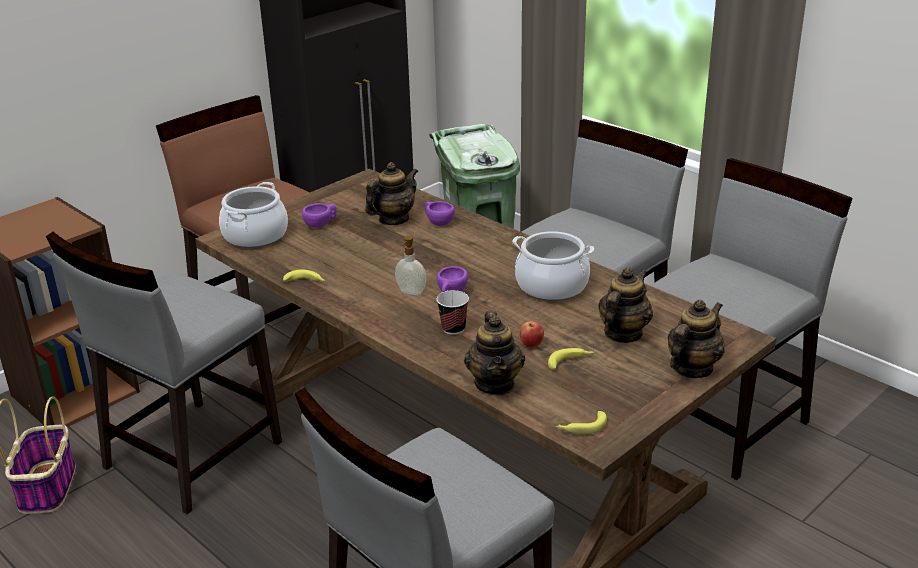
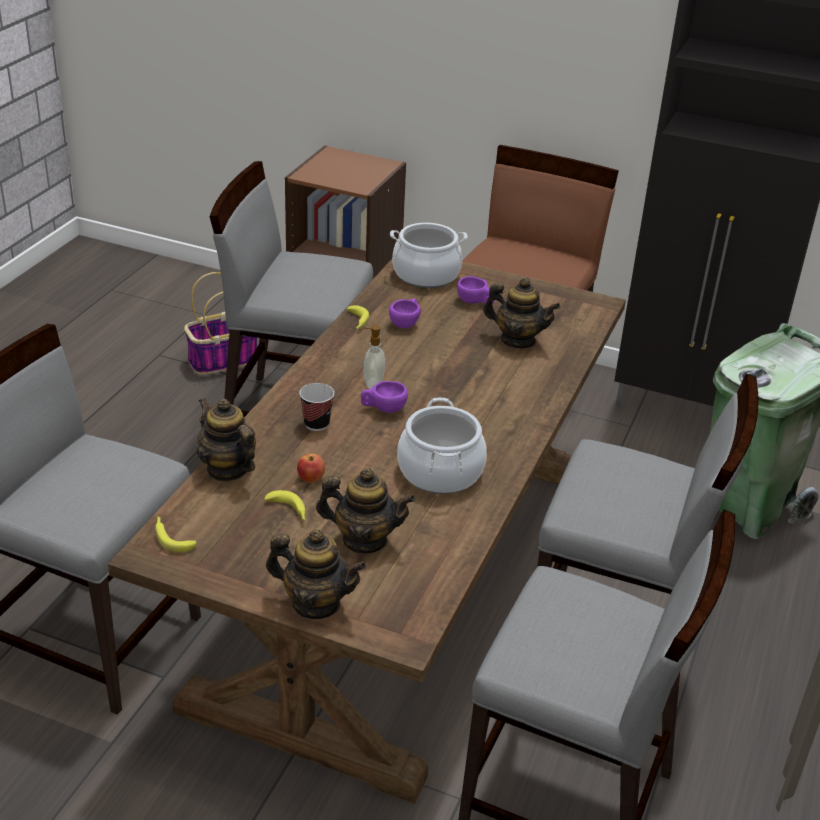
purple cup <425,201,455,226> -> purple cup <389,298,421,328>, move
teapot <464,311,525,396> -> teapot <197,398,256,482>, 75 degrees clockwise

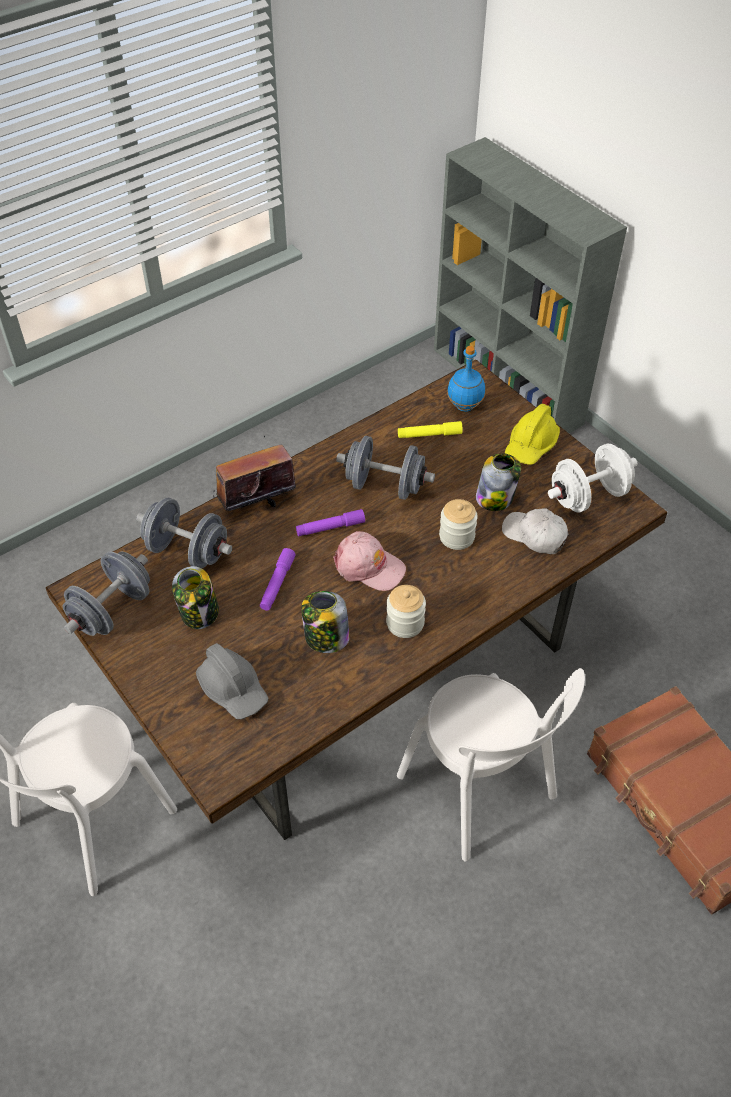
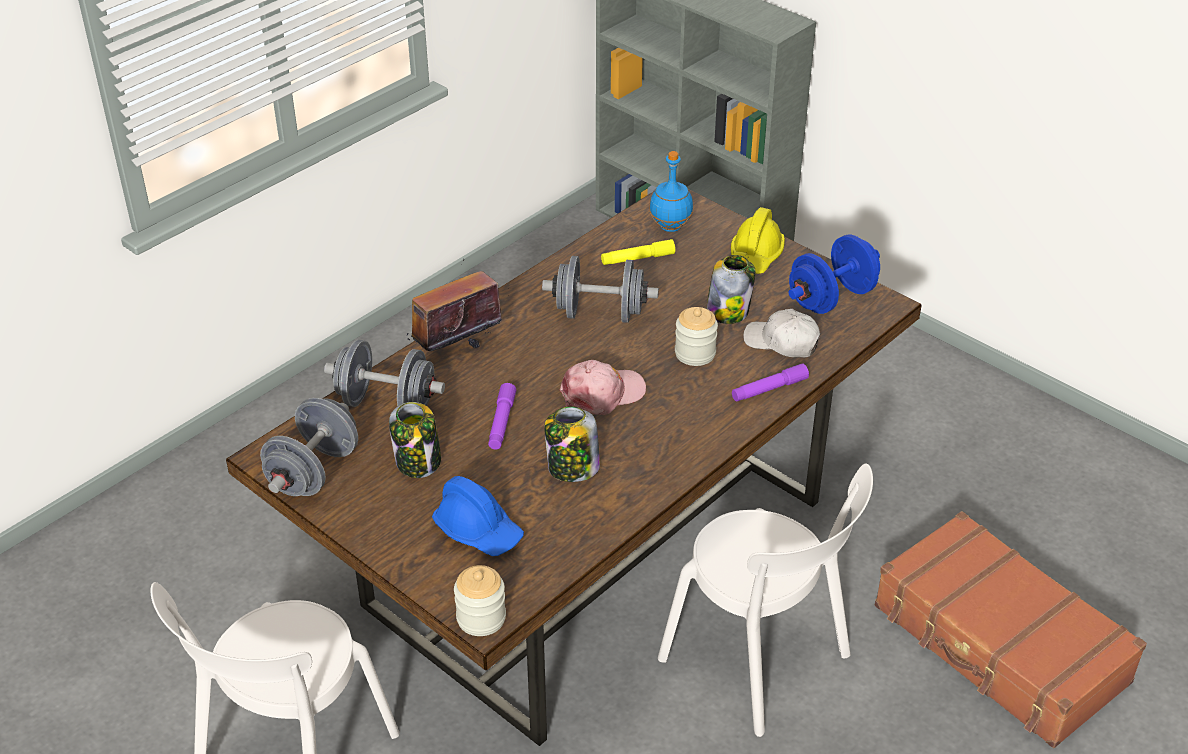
grey hard hat <196,643,269,719> -> blue hard hat <432,476,524,556>
purple flashlight <296,509,365,536> -> purple flashlight <732,363,809,402>, move
pink cap <333,531,406,591> -> pink cap <560,360,646,415>, 45 degrees counterclockwise
jar <386,585,426,638> -> jar <454,565,506,636>, move
white dumbbell <548,444,637,513> -> blue dumbbell <789,235,880,314>

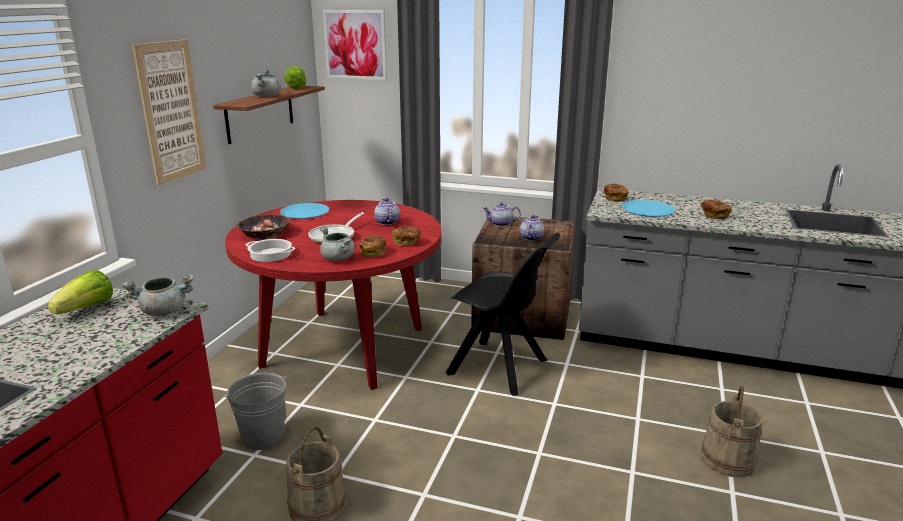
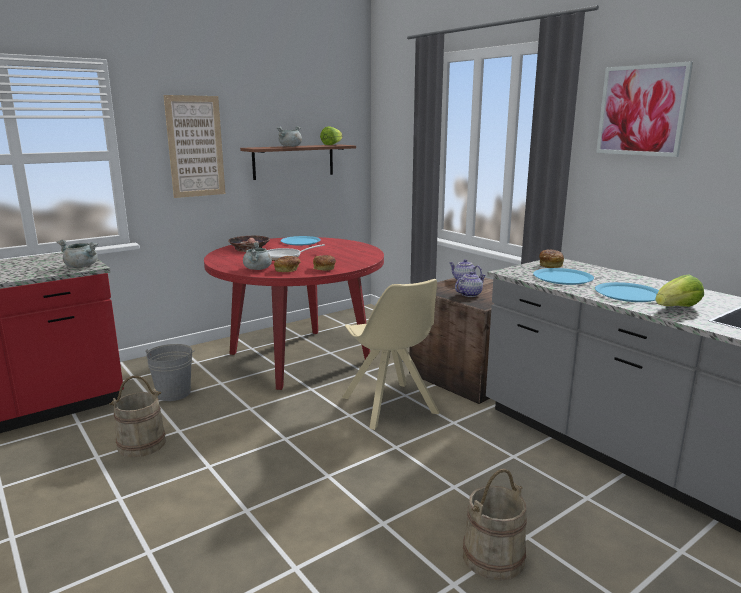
lettuce <48,270,113,314> -> lettuce <655,274,704,307>, move
cooking pot <246,239,295,262> -> none
picture <323,10,387,80> -> picture <596,62,693,157>, move
teapot <374,198,400,225> -> none
black chair <446,233,560,396> -> beige chair <342,279,439,430>
bread <701,200,732,219> -> blue plate <595,282,659,302>

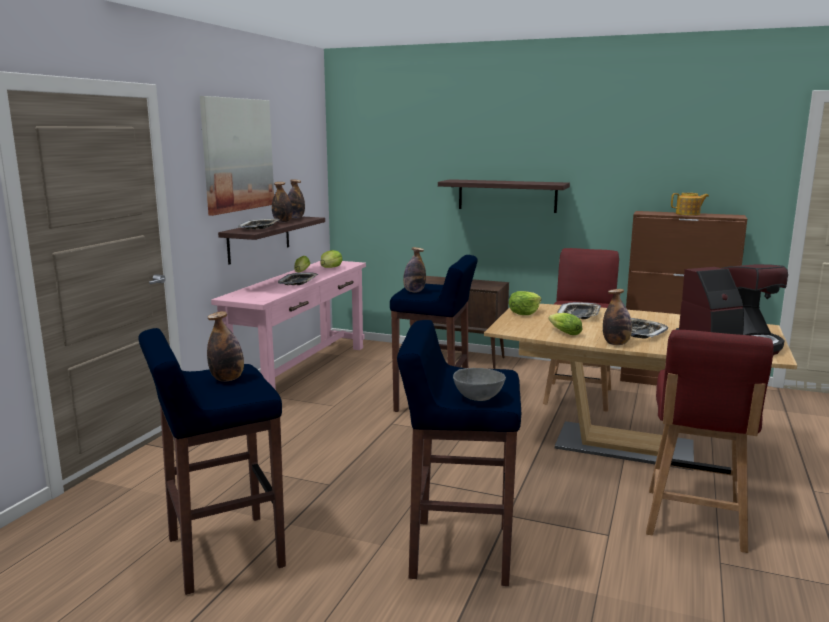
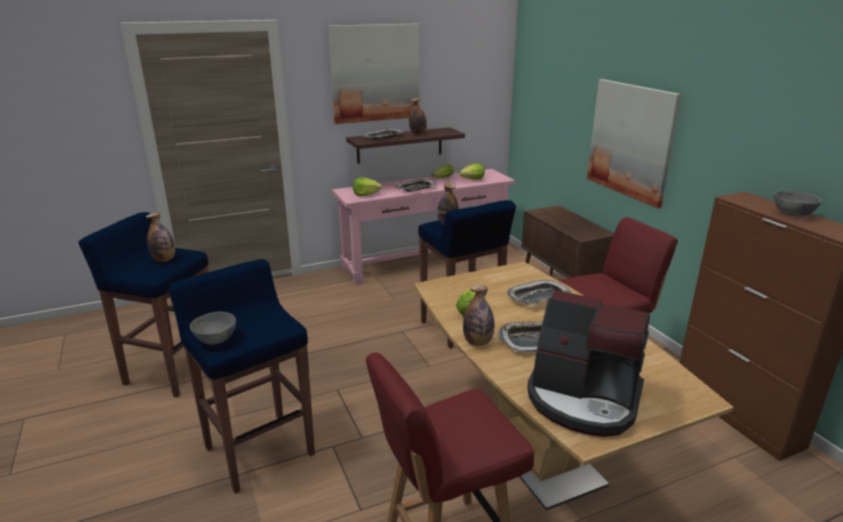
bottle <288,180,305,218> -> none
shelf <438,179,570,213> -> picture <587,79,682,208>
lettuce <509,291,542,315> -> lettuce <353,177,382,196>, move
teapot <671,193,709,216> -> grey bowl <774,191,822,217>

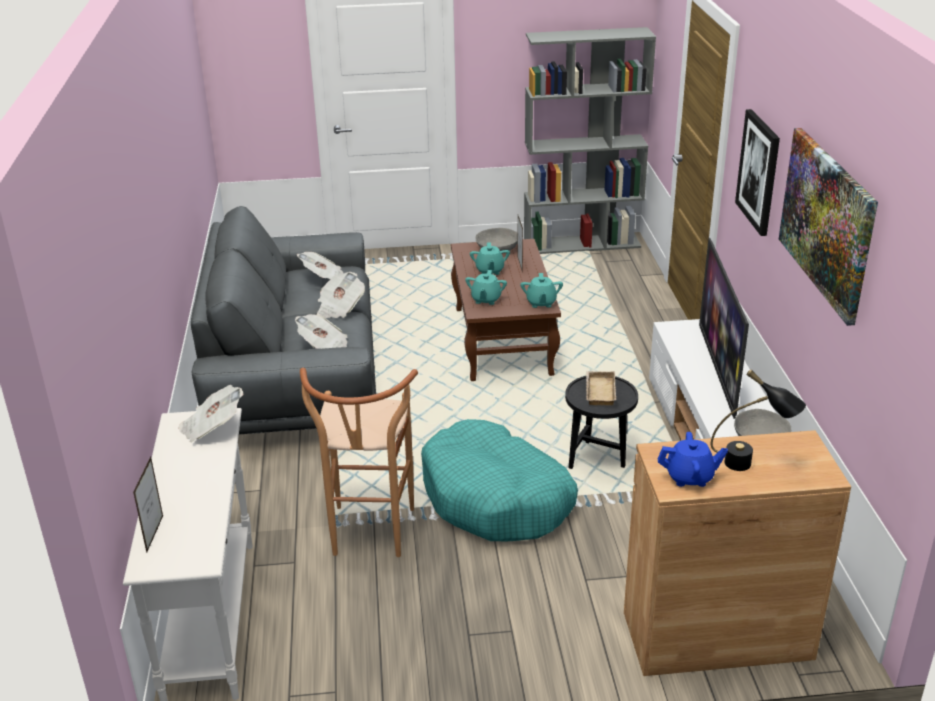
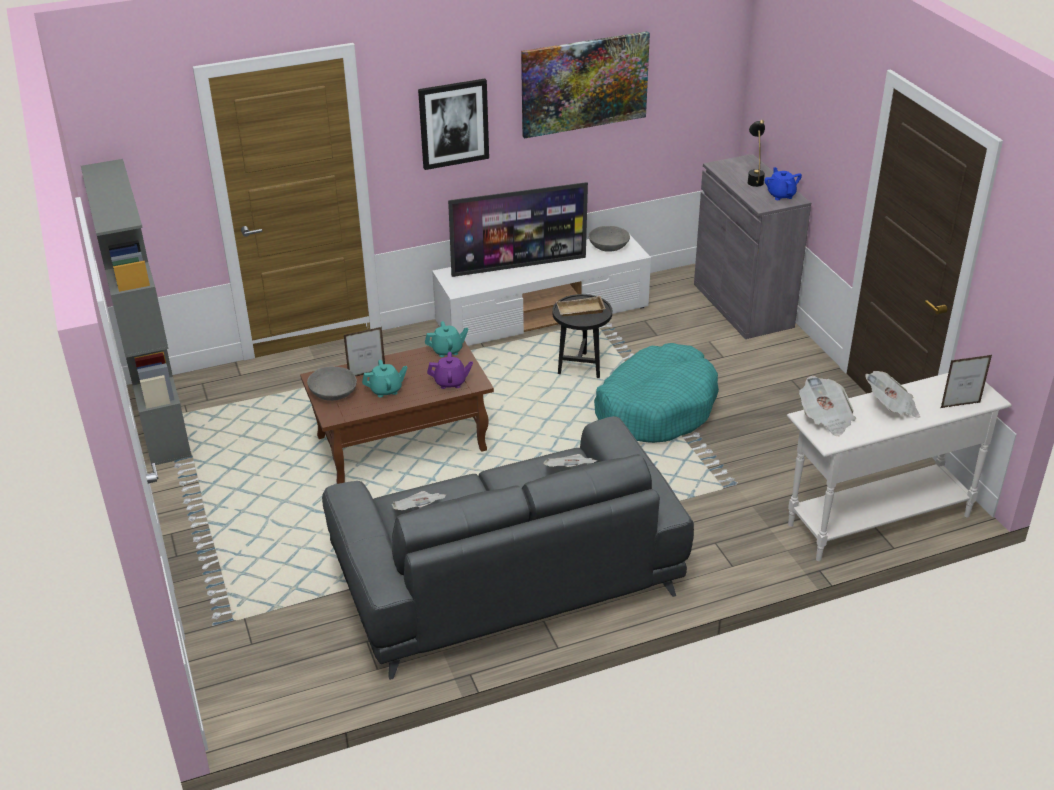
brown stool <300,368,418,557> -> none
newspaper <317,272,365,318> -> newspaper <865,371,920,418>, move
turquoise teapot <465,270,507,305> -> purple teapot <427,352,473,389>
brown cabinet <624,430,851,676> -> grey cabinet <694,154,811,339>

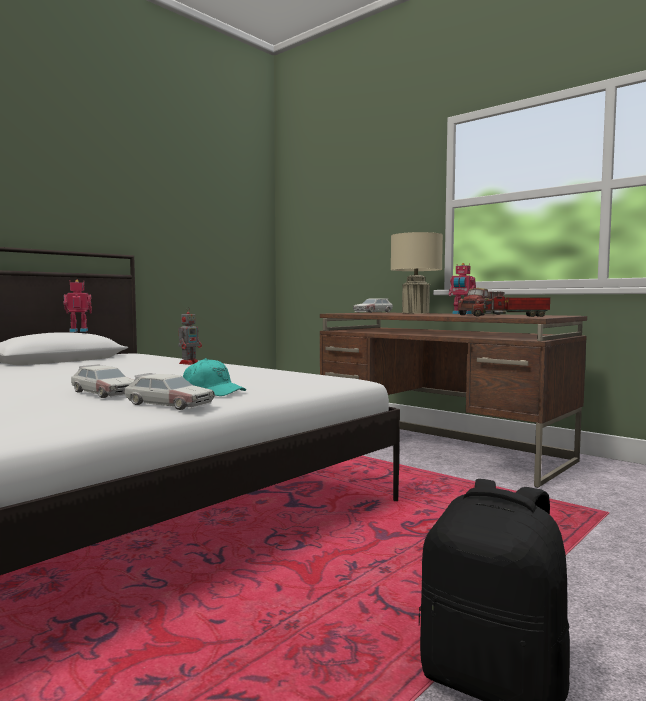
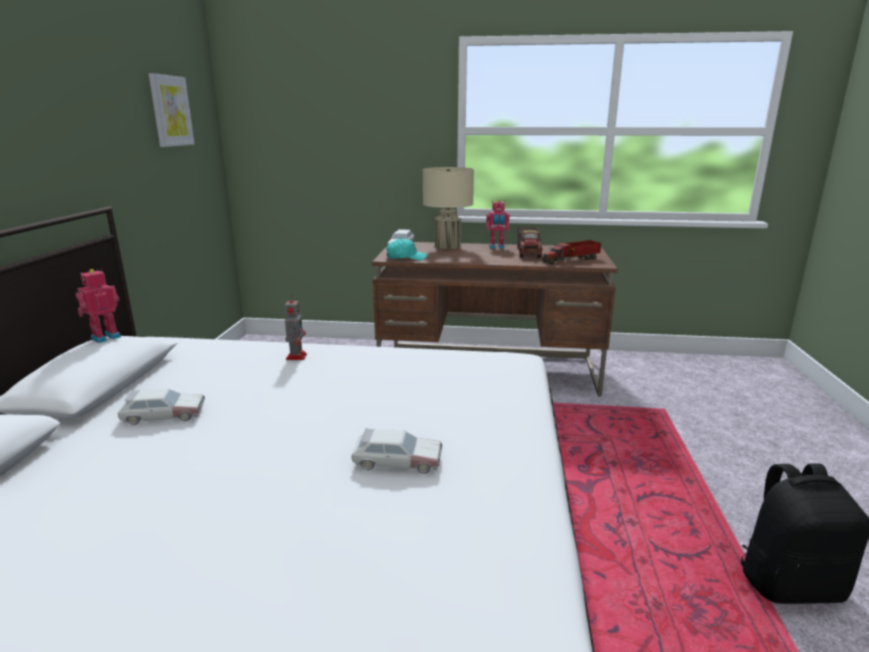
toy car <125,373,215,410> -> toy car <118,388,205,425>, move
turquoise cap <183,358,246,396> -> turquoise cap <386,238,427,260>, move
none -> picture <148,73,194,147>

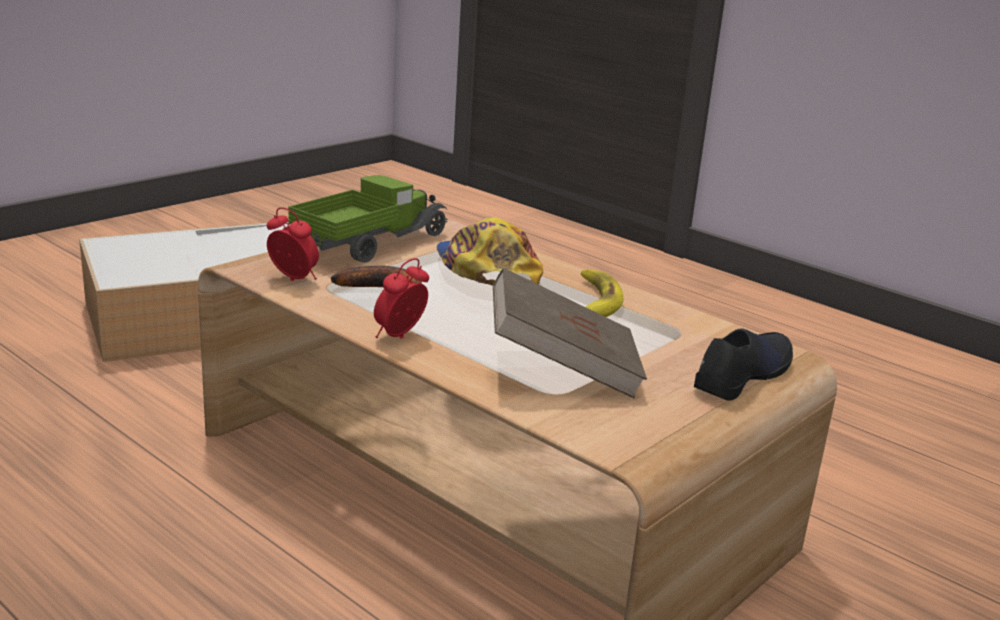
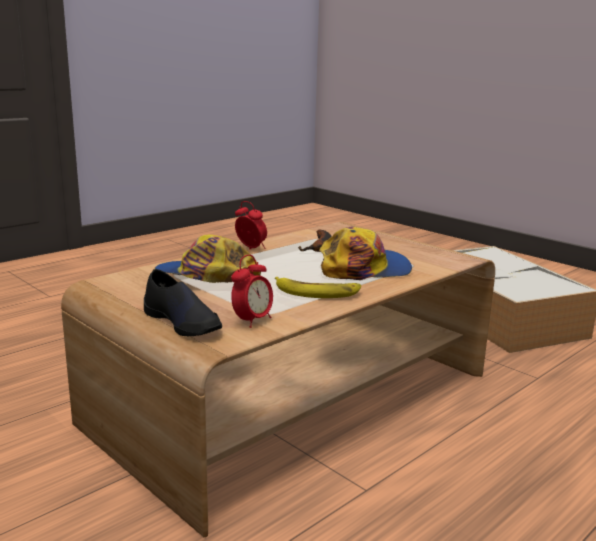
alarm clock <267,207,319,281> -> alarm clock <231,255,273,328>, move
toy truck <288,175,447,263> -> none
brown book <493,268,647,398> -> cap <154,235,261,283>

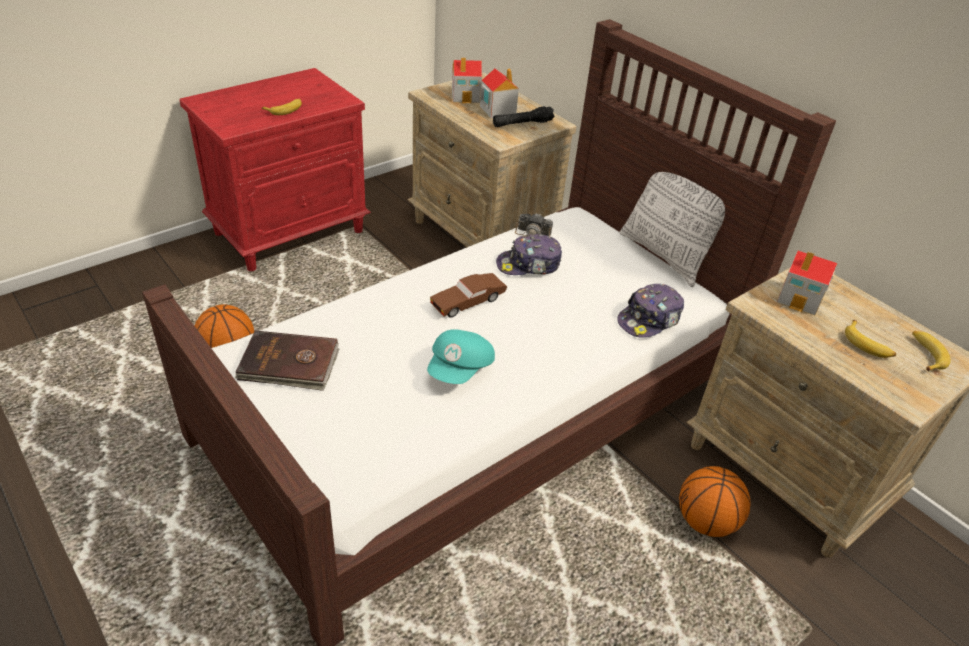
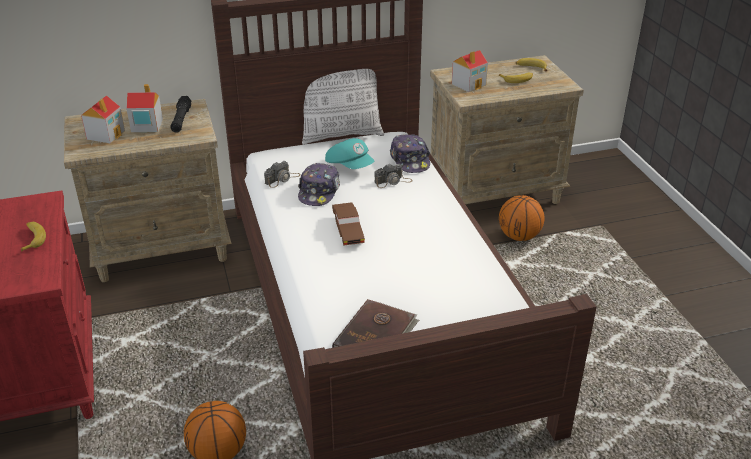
turquoise cap <427,329,495,384> -> turquoise cap <325,138,374,169>, move
none -> photo camera <374,163,413,188>

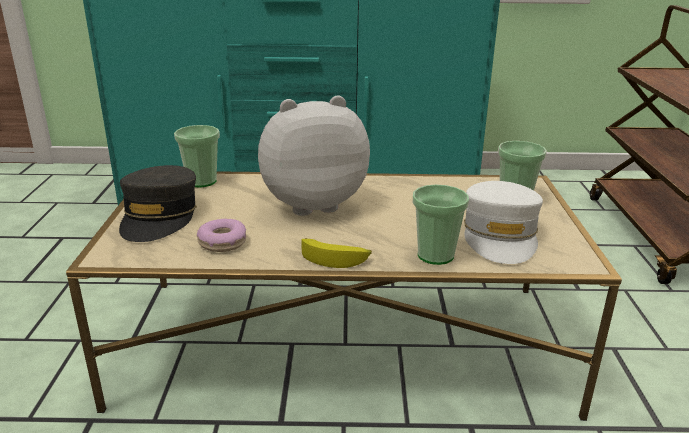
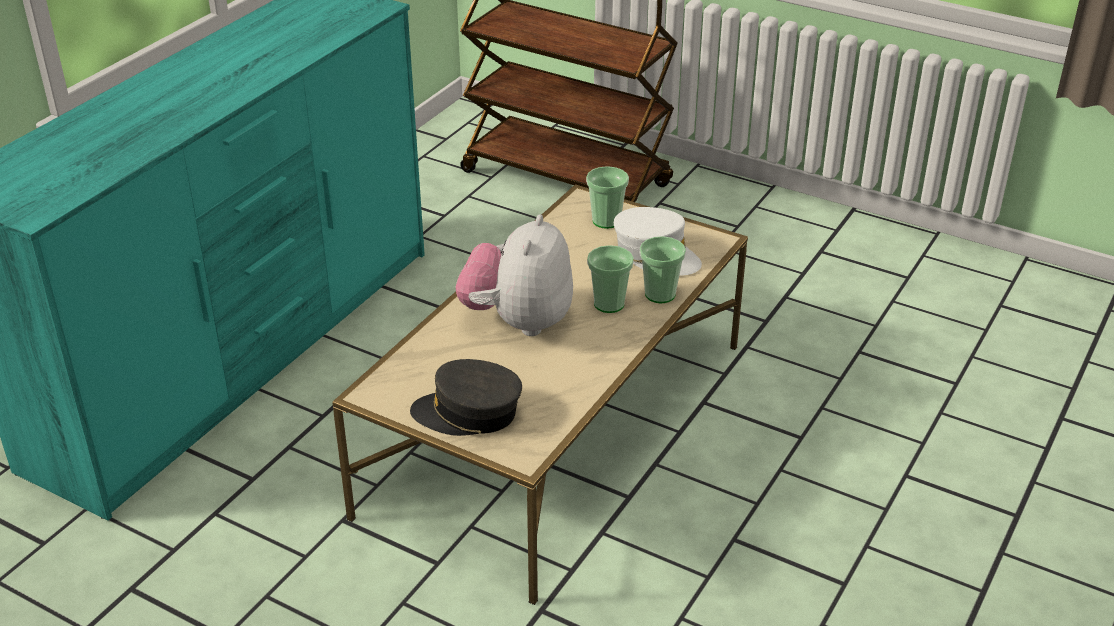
grey cap <119,165,197,242> -> grey cap <410,359,522,436>, 150 degrees clockwise
cup <174,125,220,187> -> cup <587,245,634,313>, move
donut <197,219,246,252> -> none
banana <301,238,372,268> -> none

